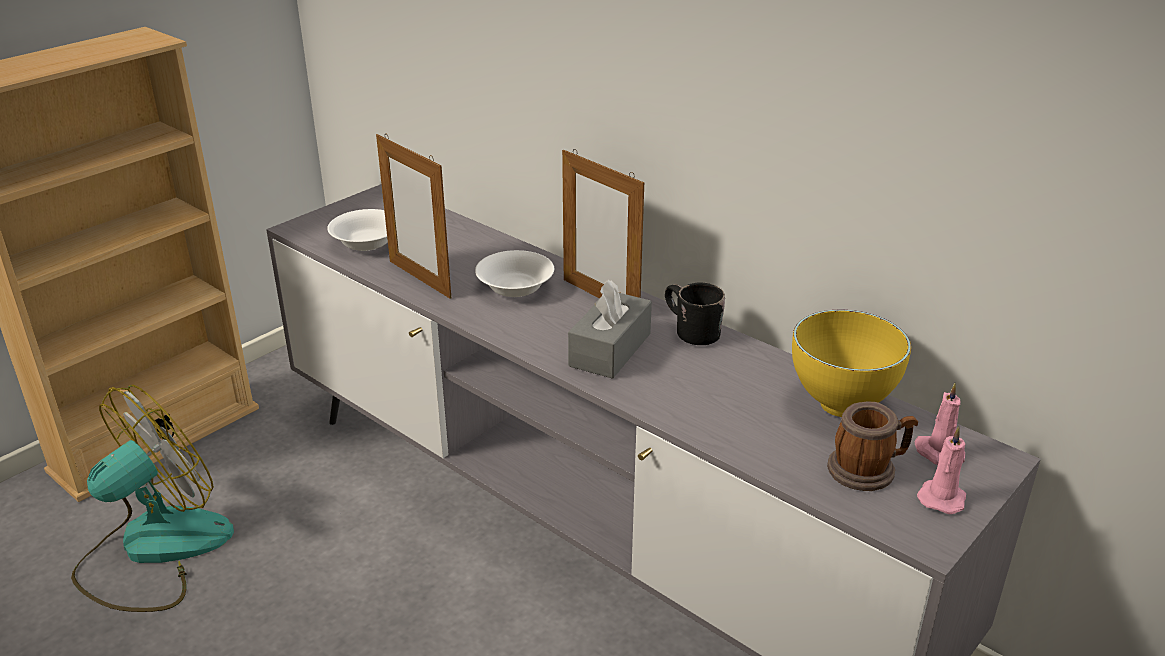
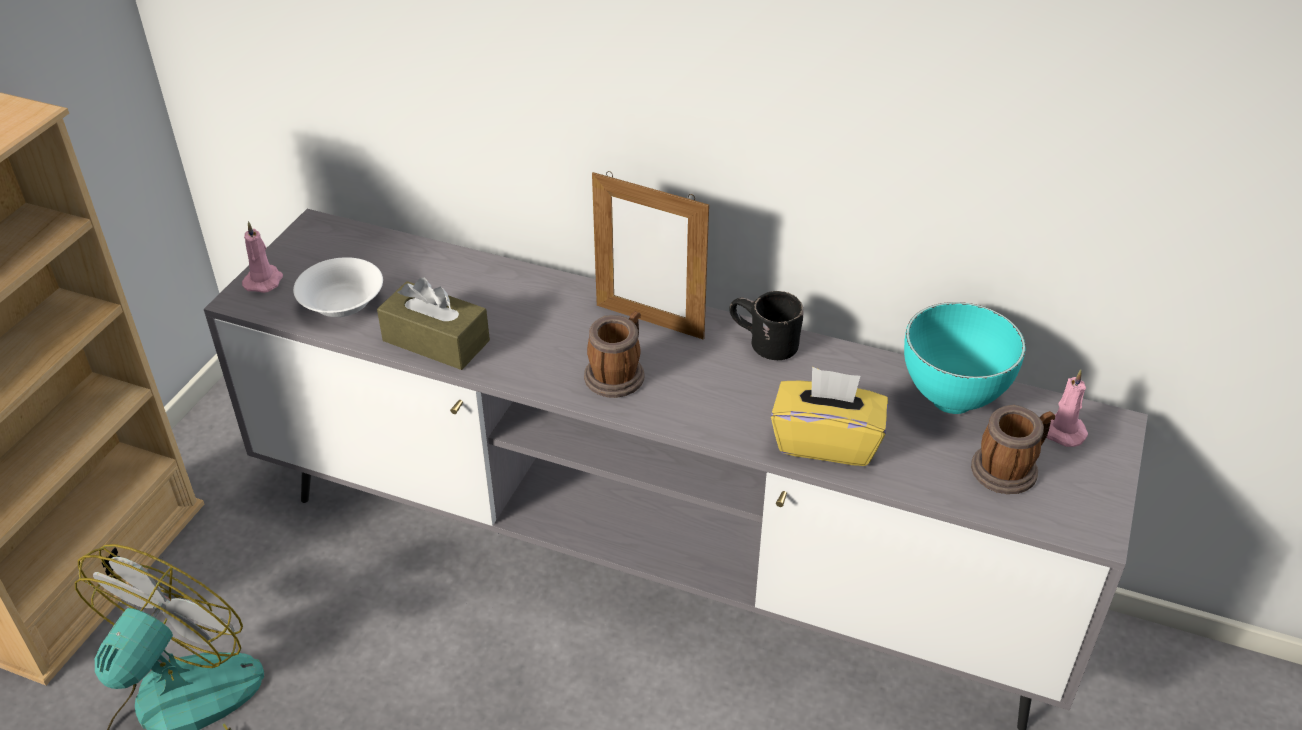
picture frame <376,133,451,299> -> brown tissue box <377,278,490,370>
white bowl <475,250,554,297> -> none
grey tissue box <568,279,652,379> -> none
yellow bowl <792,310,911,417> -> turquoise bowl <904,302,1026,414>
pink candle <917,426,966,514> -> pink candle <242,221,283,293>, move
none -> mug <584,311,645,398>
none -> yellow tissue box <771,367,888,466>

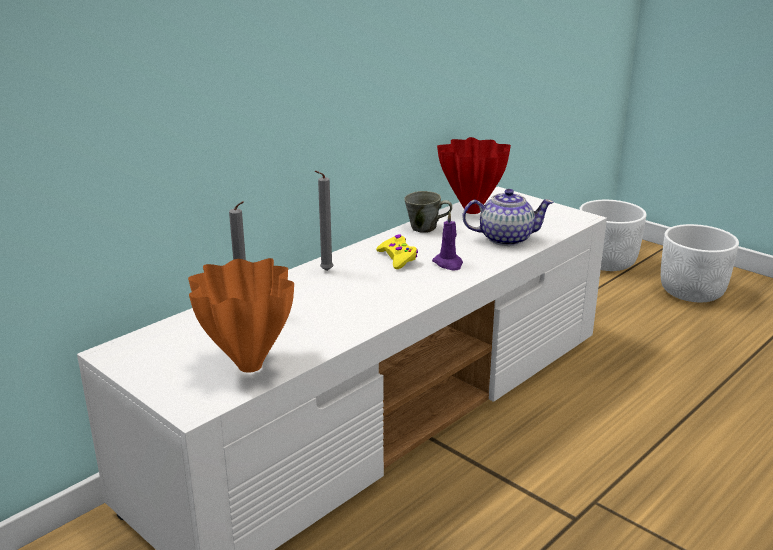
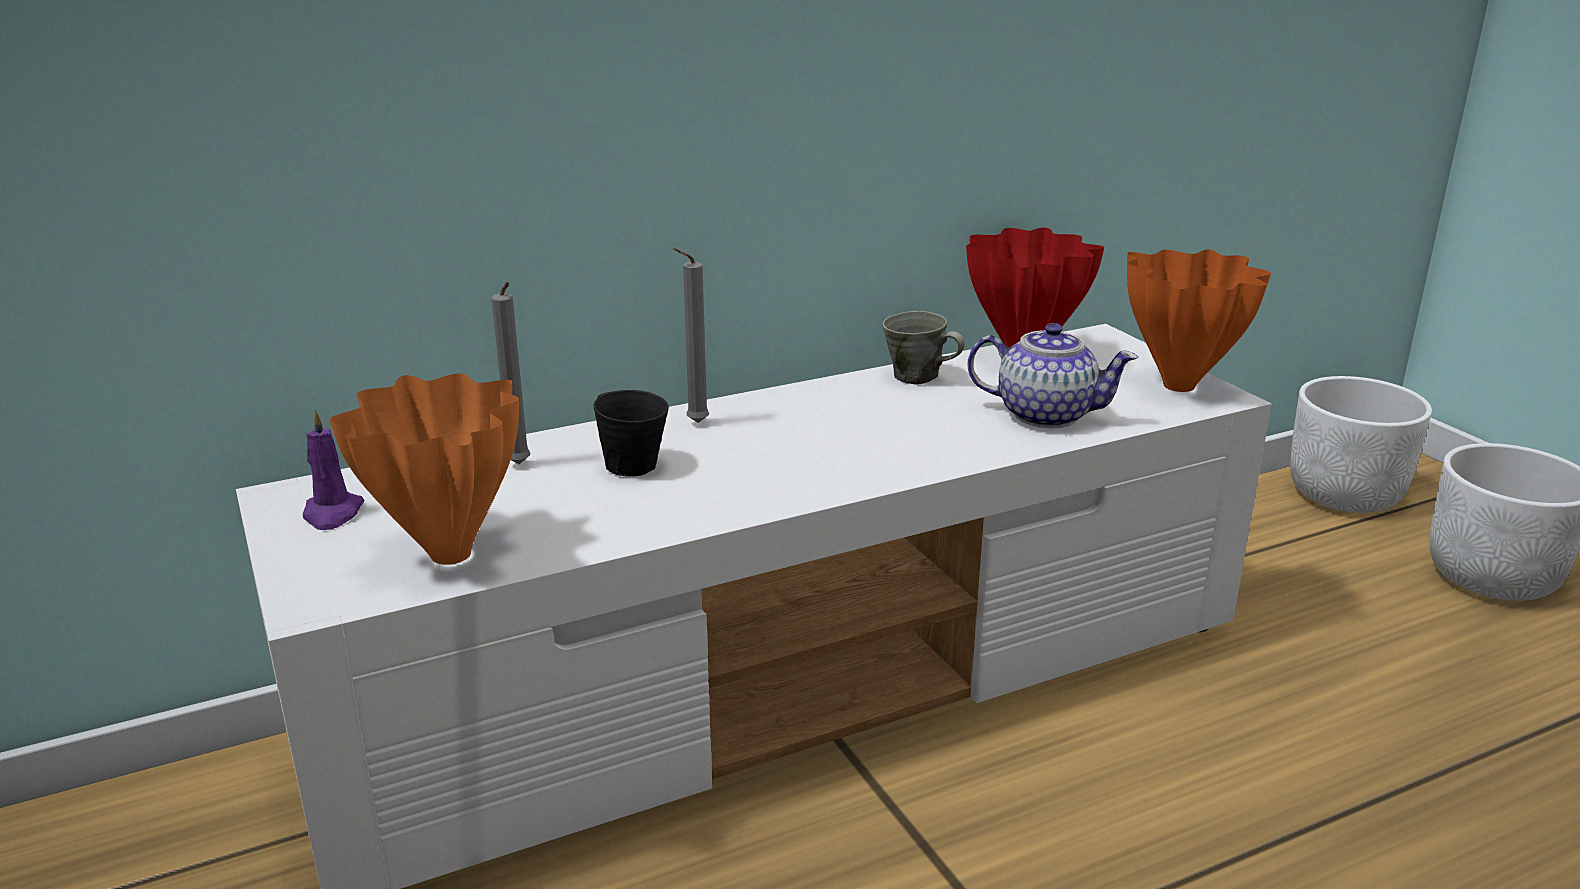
yellow game controller <376,235,418,269> -> none
purple candle <432,211,463,271> -> purple candle <303,410,364,530>, move
none -> black mug <593,390,669,477>
none -> orange vase <1127,250,1271,392>

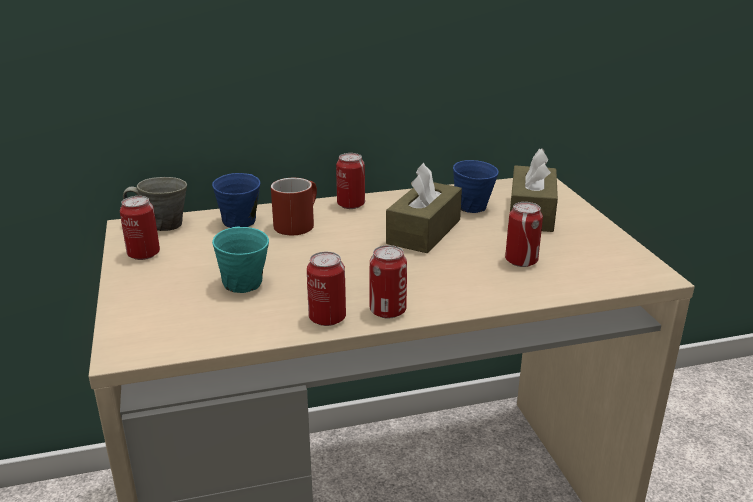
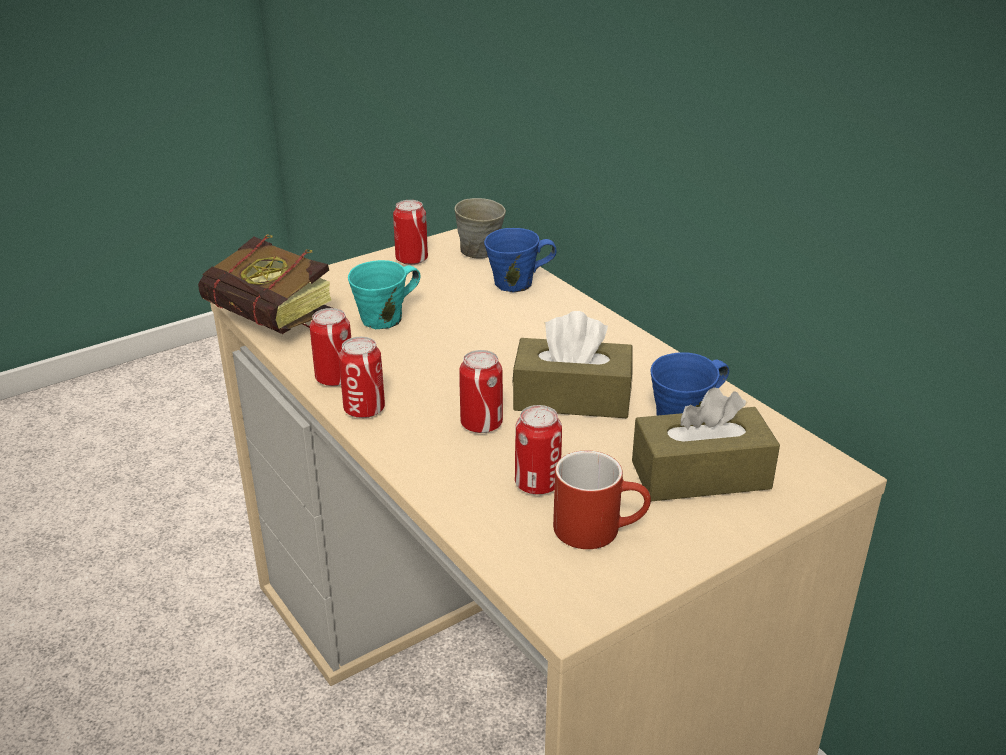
red mug <271,178,317,235> -> red mug <553,450,651,549>, move
can <336,153,365,209> -> can <459,350,503,433>, move
none -> book <198,234,332,334>

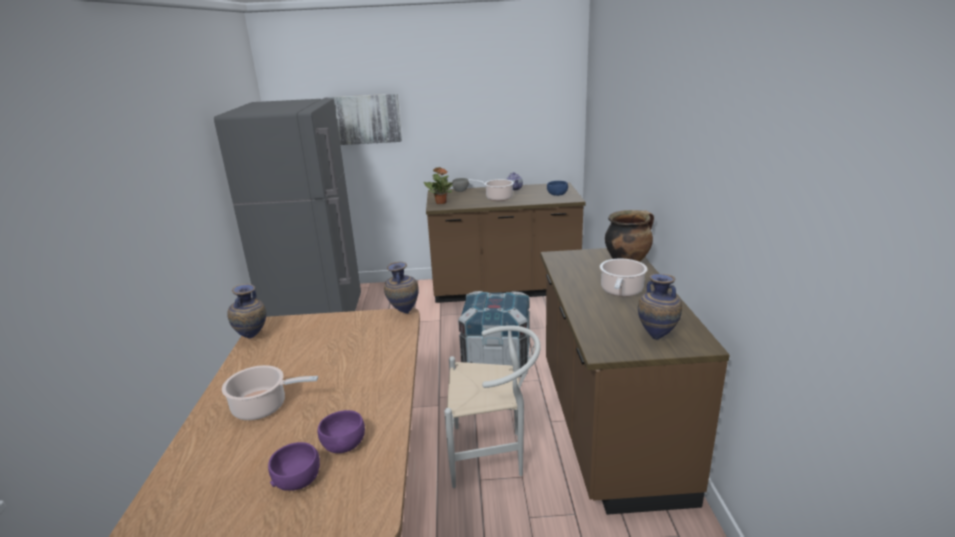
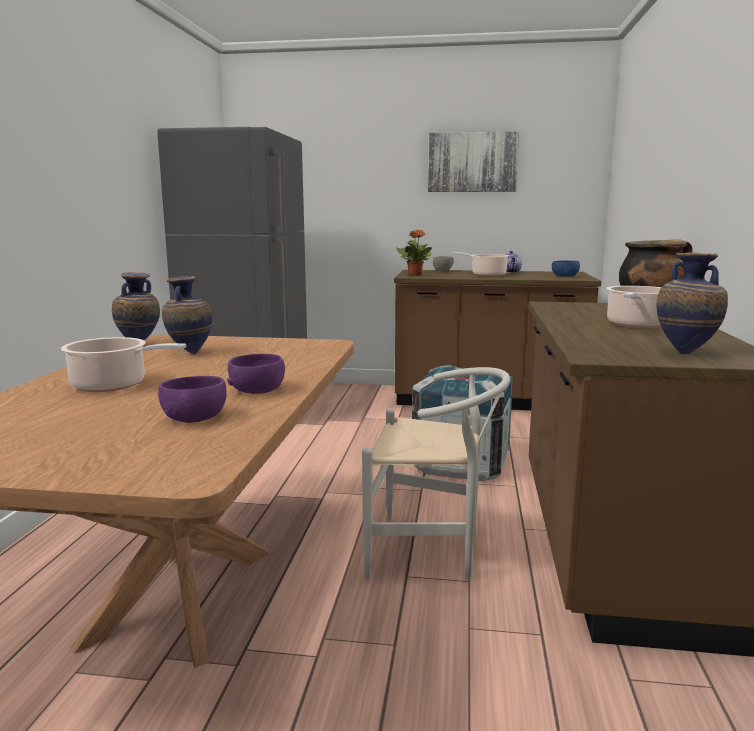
purple bowl <268,442,320,491> -> purple bowl <227,354,285,394>, move
picture <323,94,402,145> -> picture <428,131,519,192>, move
vase <384,262,419,314> -> vase <162,276,212,354>, move

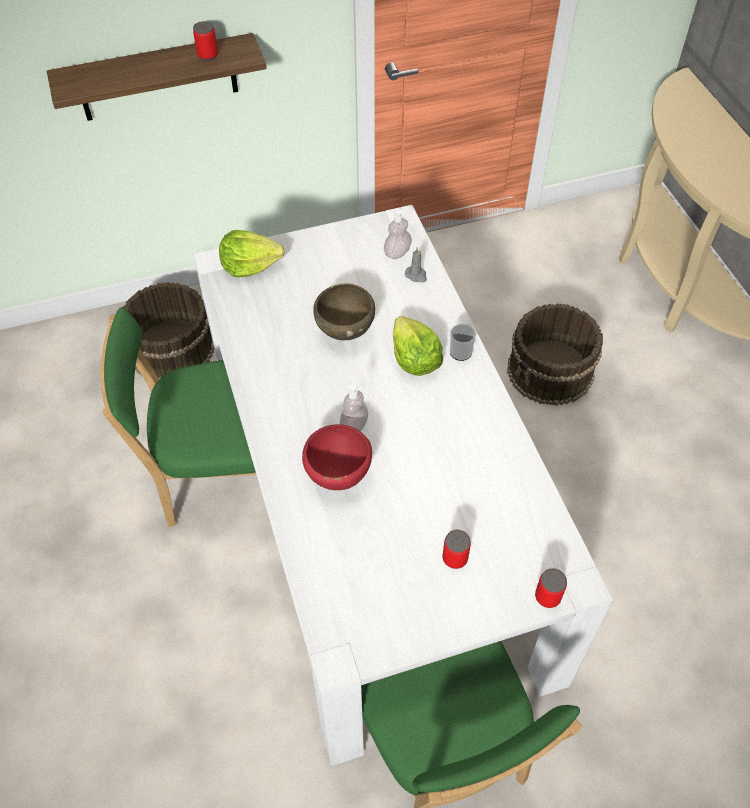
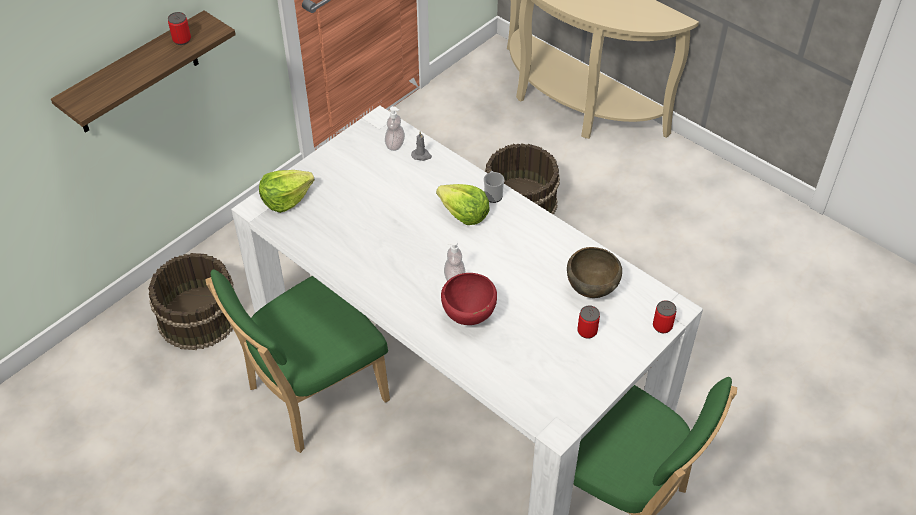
brown bowl <313,284,375,340> -> brown bowl <567,247,622,298>, move

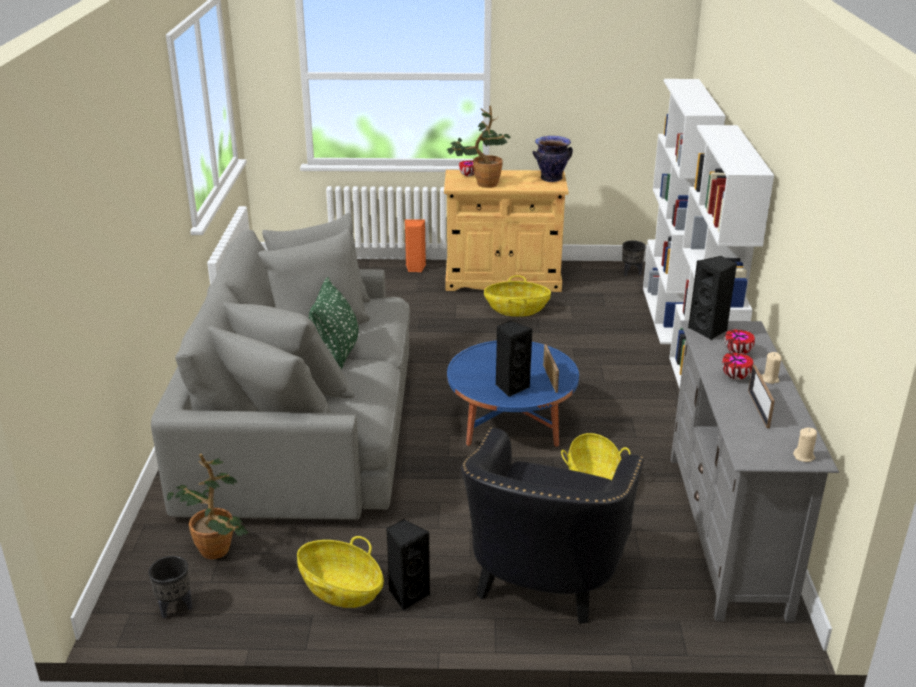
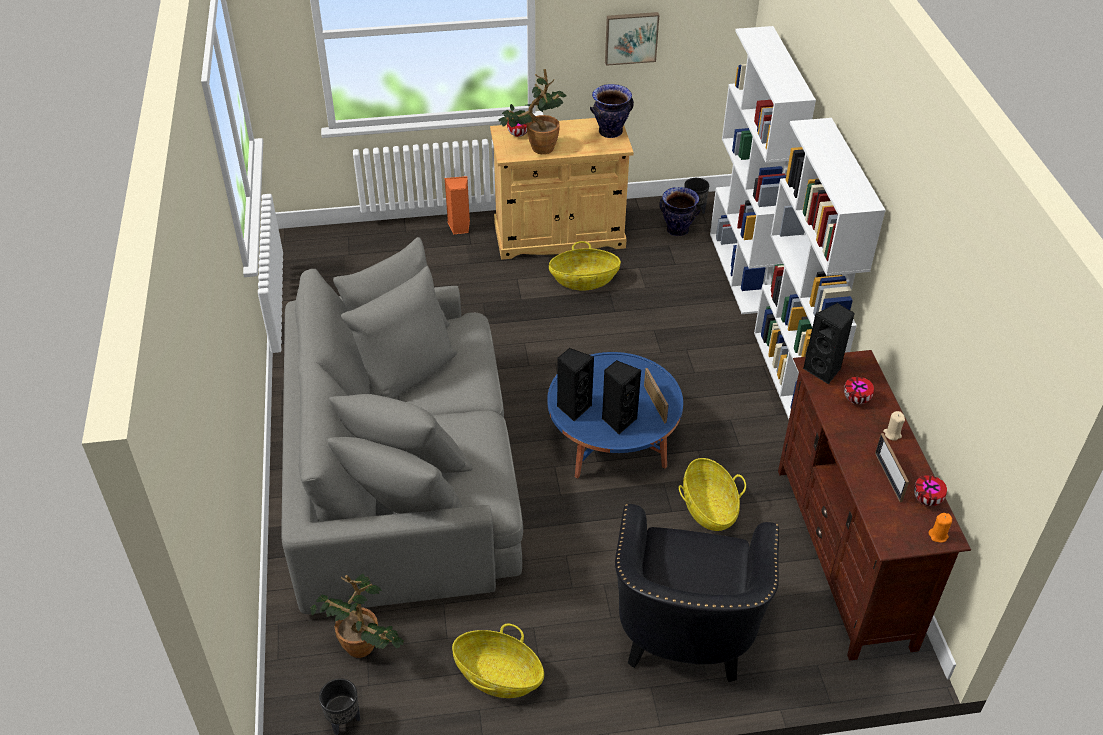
green pillow <309,277,358,370> -> none
black speaker <386,519,430,611> -> black speaker <557,348,594,422>, move
grey tv stand <671,321,839,622> -> brown tv stand <778,350,971,661>
bowl <722,353,753,379> -> bowl <914,475,947,506>, move
beige candle <793,427,817,462> -> orange candle <929,513,952,543>
none -> picture <605,12,659,66>
none -> vase <659,187,701,236>

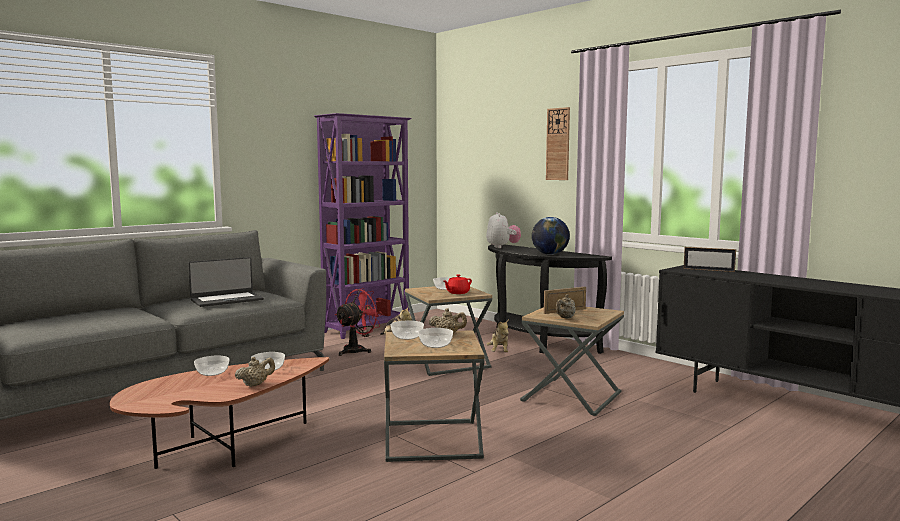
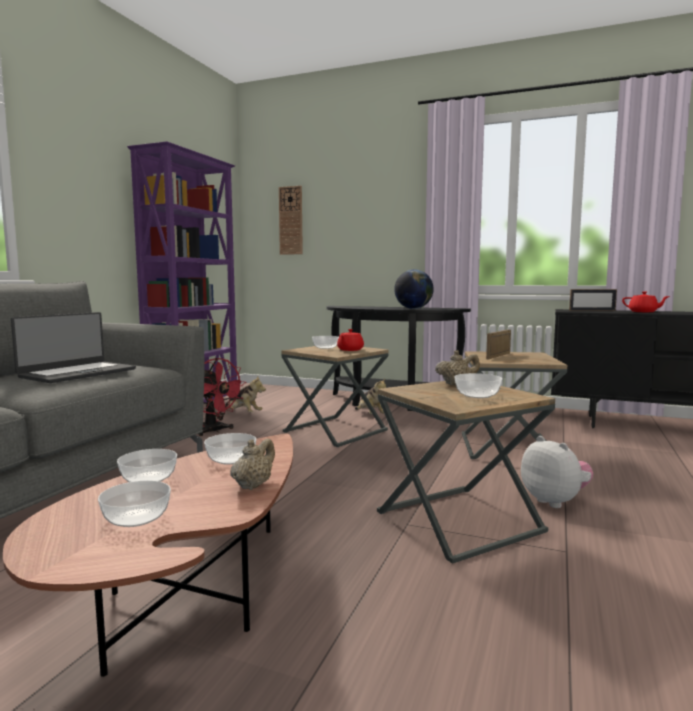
red fan <335,288,384,356> -> red fan <198,358,247,436>, 120 degrees clockwise
bowl <391,321,424,340> -> bowl <98,480,171,527>, move
plush toy <486,212,521,248> -> plush toy <521,436,594,508>, move
wall clock <546,107,570,180> -> wall clock <279,186,303,255>, move
beige teapot <556,294,576,319> -> none
none -> red teapot <622,291,670,312>

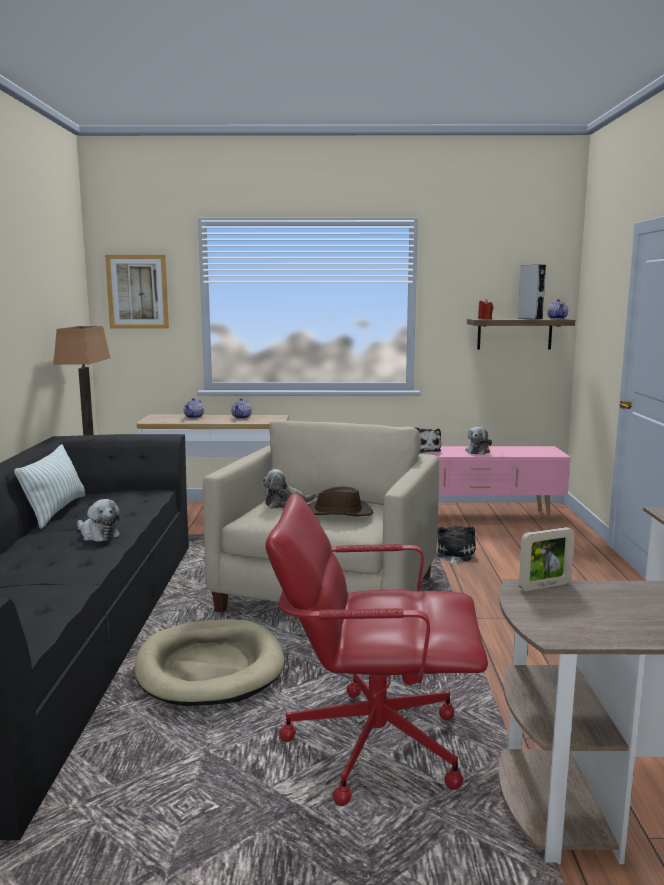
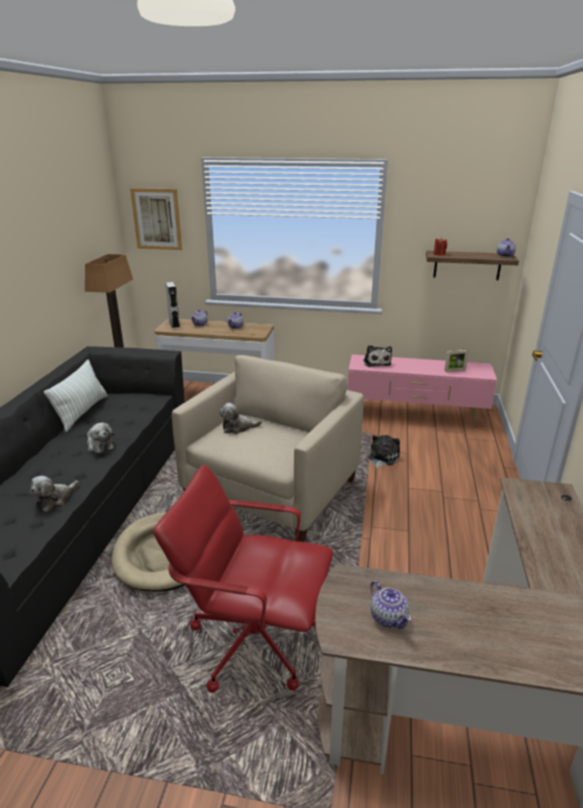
brown hat <308,486,373,516> -> none
plush toy <465,427,492,455> -> plush toy <31,476,79,512>, move
grey speaker <517,265,546,319> -> grey speaker <165,282,180,328>, move
picture frame <519,527,574,591> -> picture frame <444,350,469,372>, move
none -> teapot <370,580,412,629>

